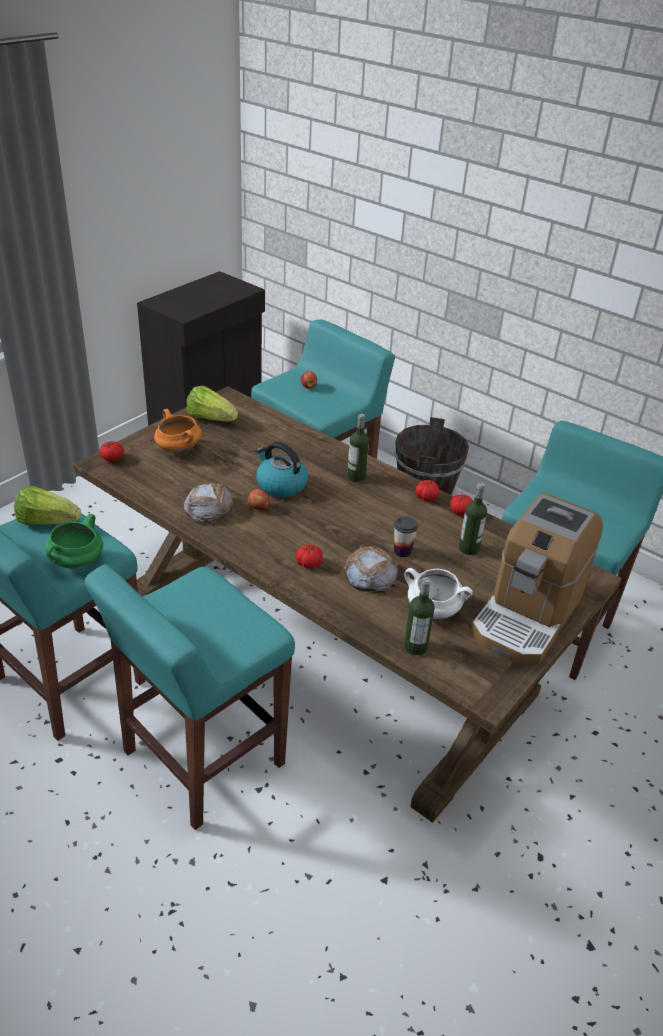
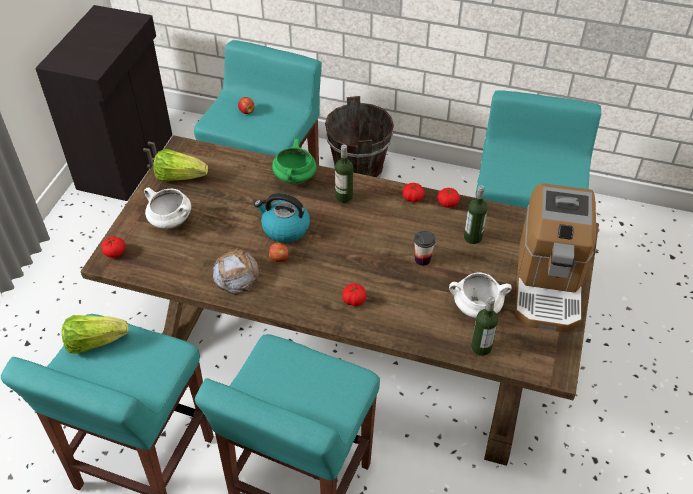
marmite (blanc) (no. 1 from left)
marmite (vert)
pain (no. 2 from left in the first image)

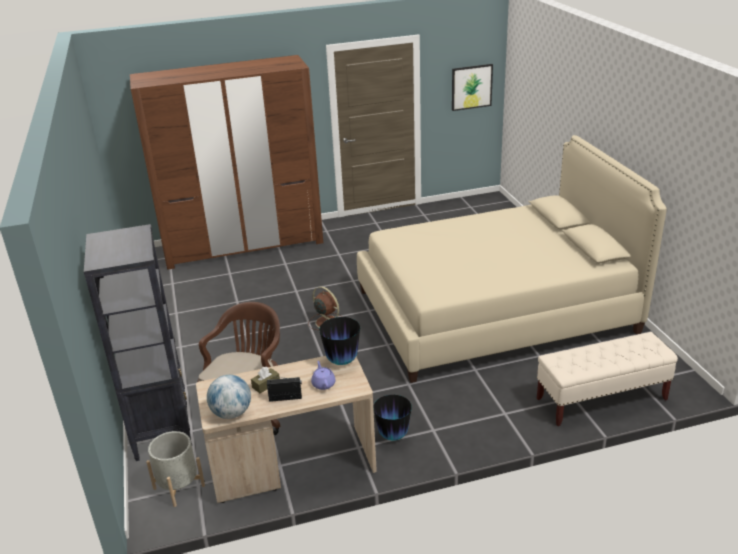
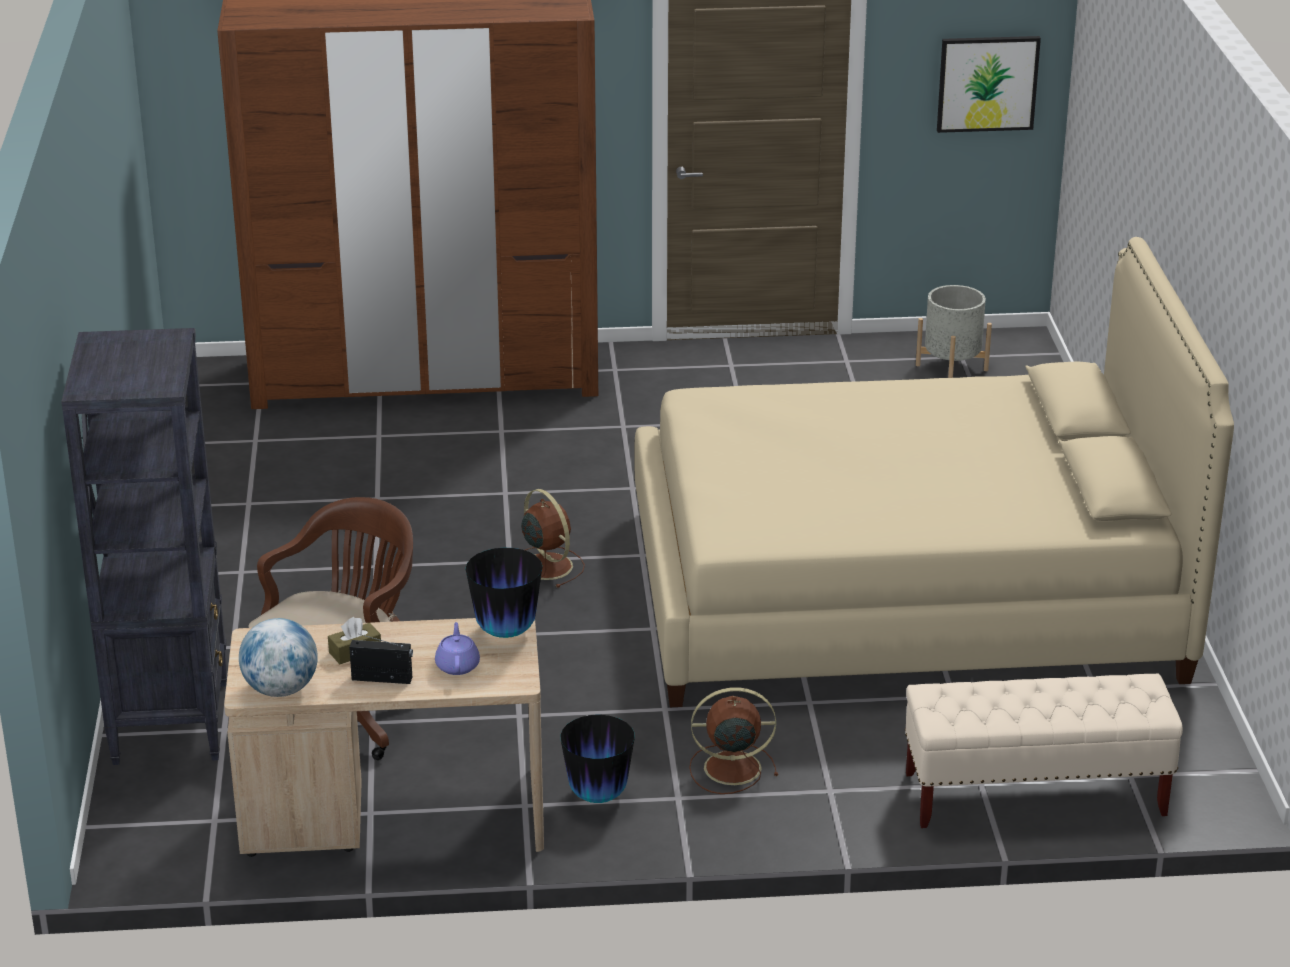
ventilateur (marron) (no. 2 from left)
cache-pot (gris)

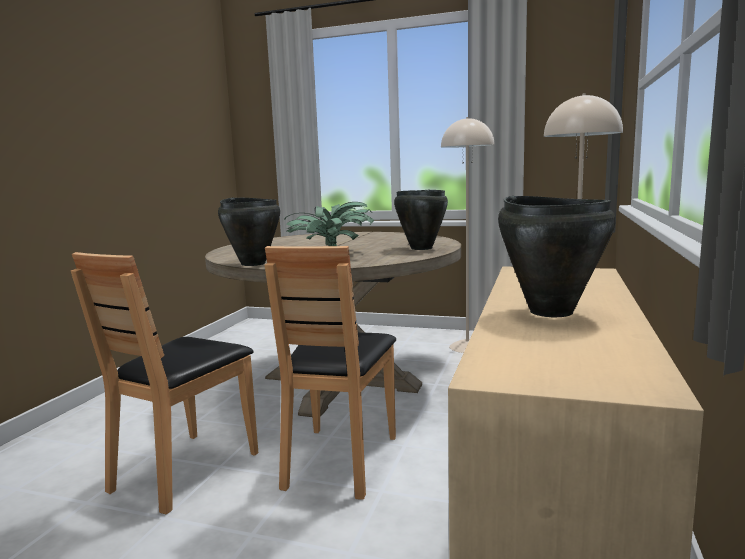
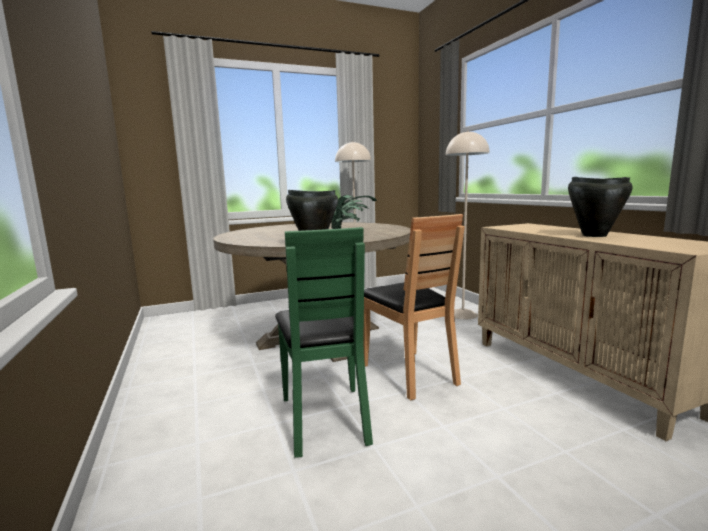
chaise (vert)
marmite (noir) (no. 2 from left in the first image)

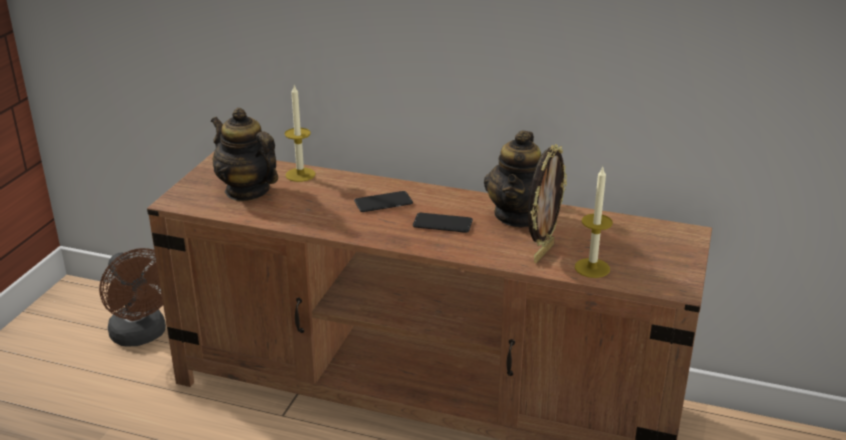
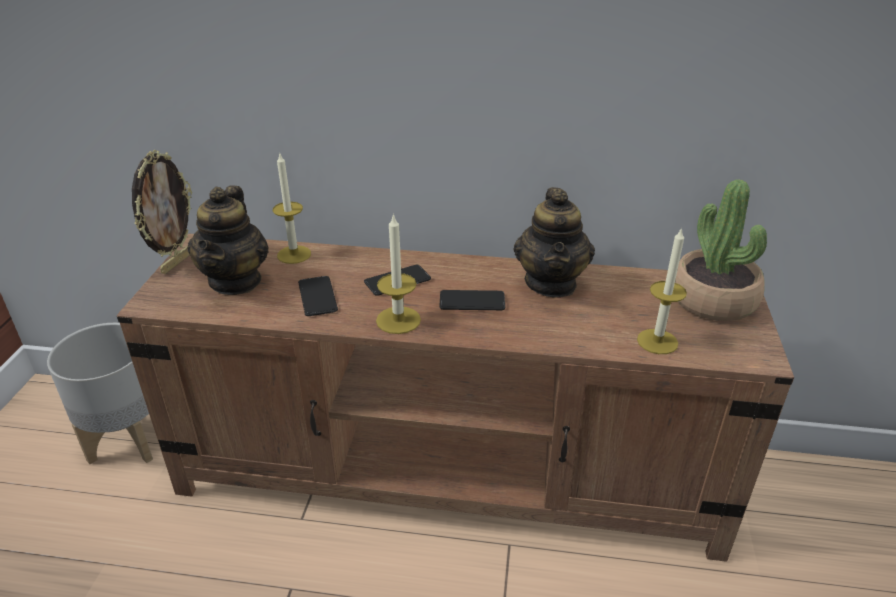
cache-pot (gris)
cadre photo
théière (no. 1 from left)
téléphone (no. 1 from left)
bougie (no. 2 from left)
plante en pot

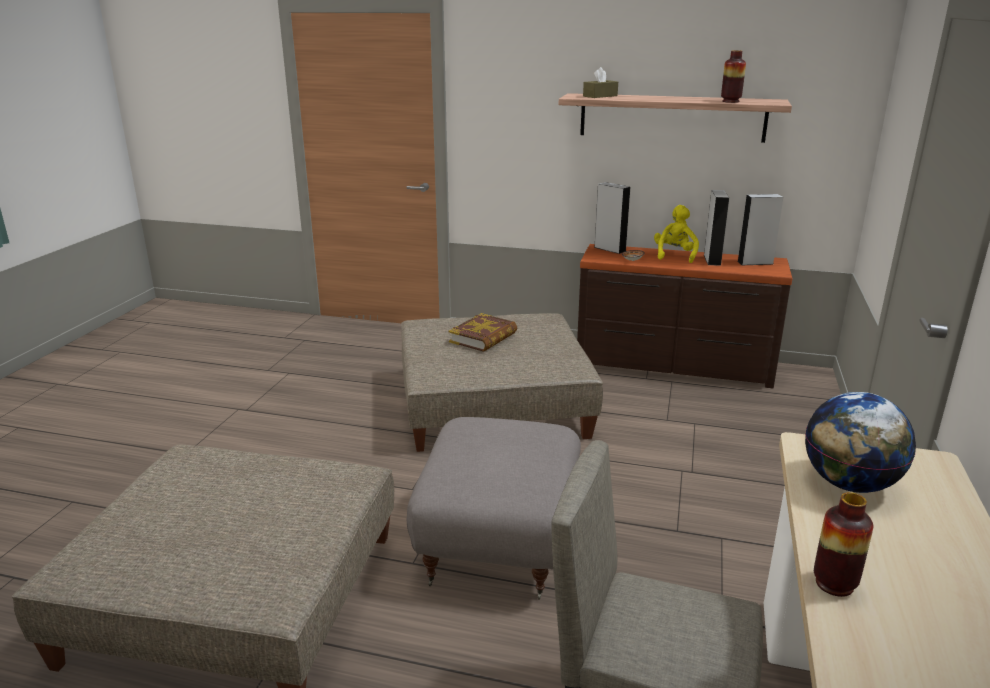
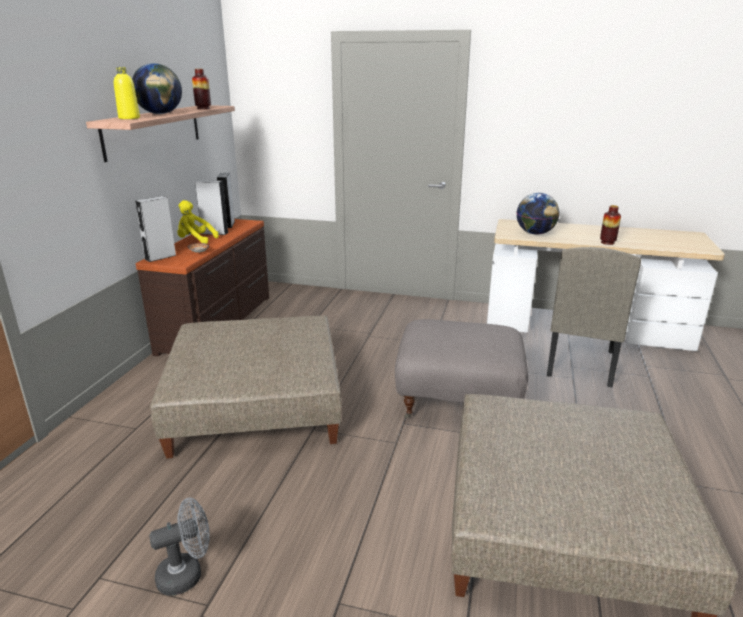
bouteille (jaune)
globe (no. 1 from left)
ventilateur (gris)
livre

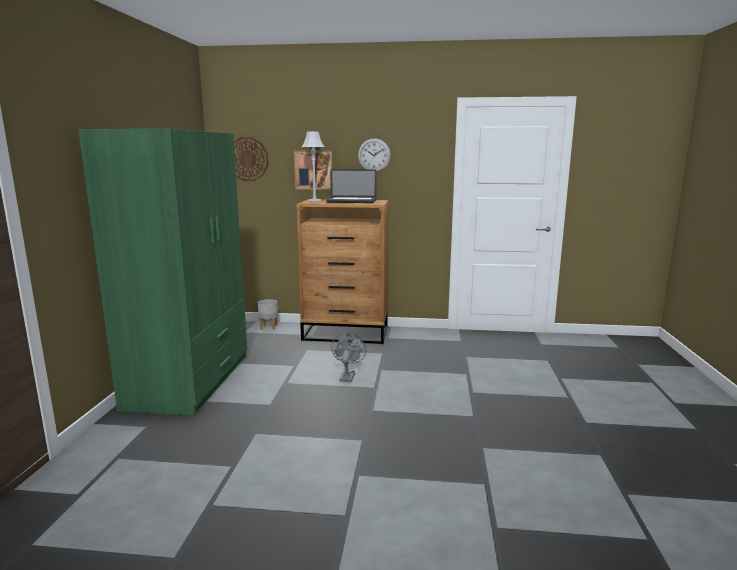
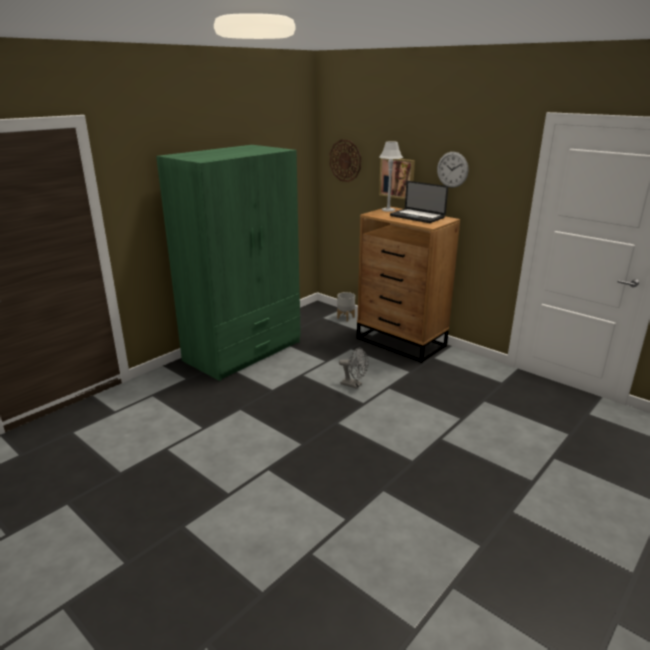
ventilateur (gris)

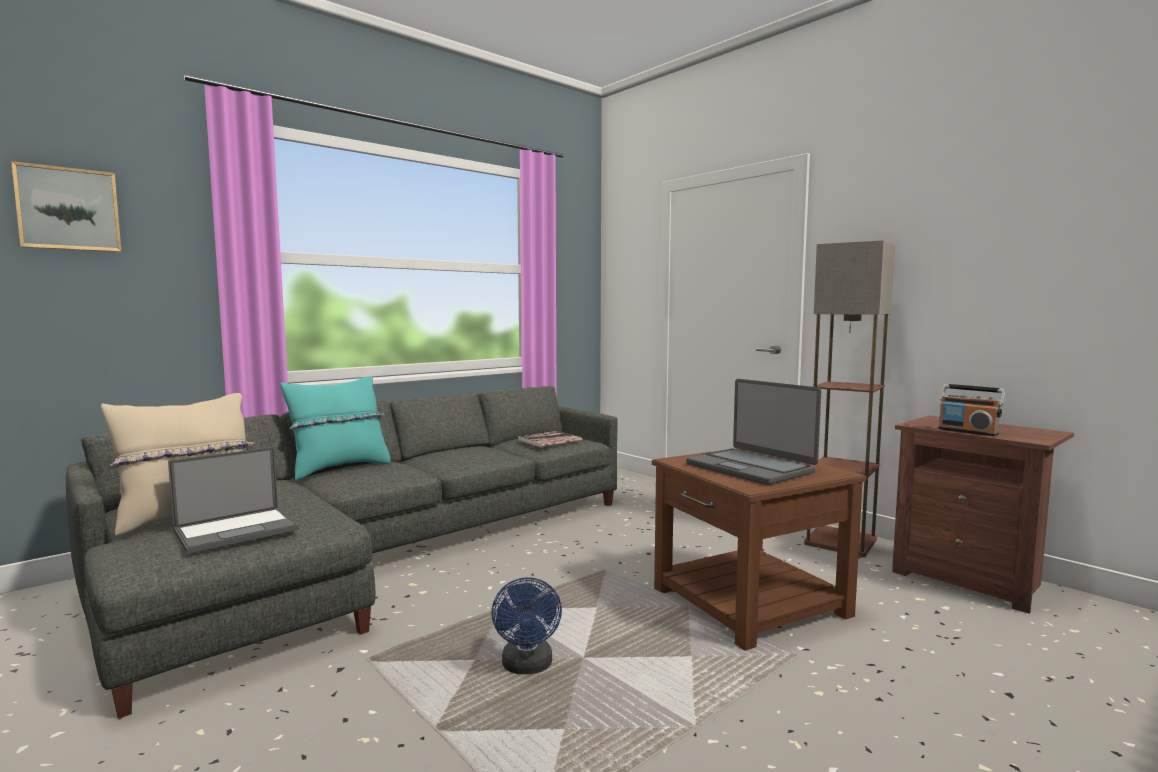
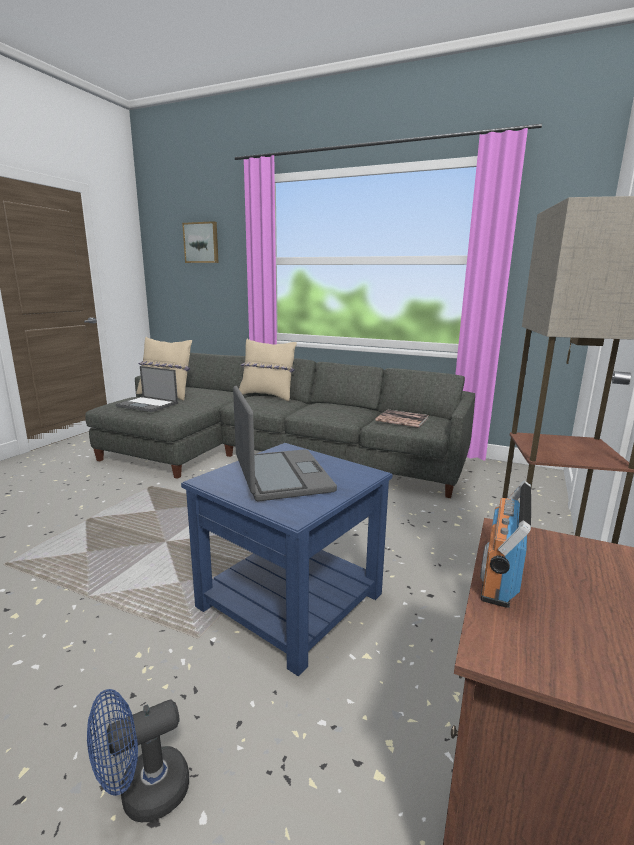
ventilateur (bleu)
table d'appoint (bleu)
ordinateur portable (no. 2 from left)
coussin (beige) (no. 2 from left)

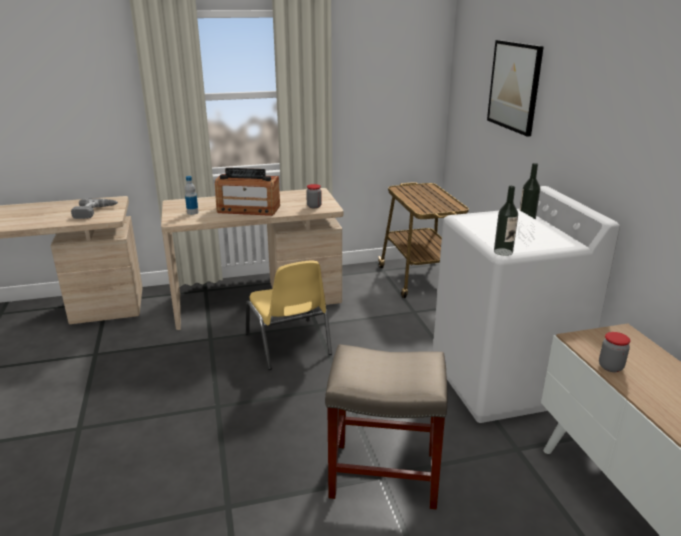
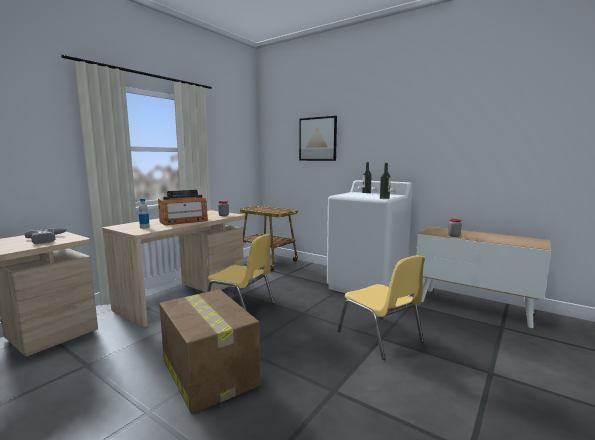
carton
chaise (jaune) (no. 2 from left)

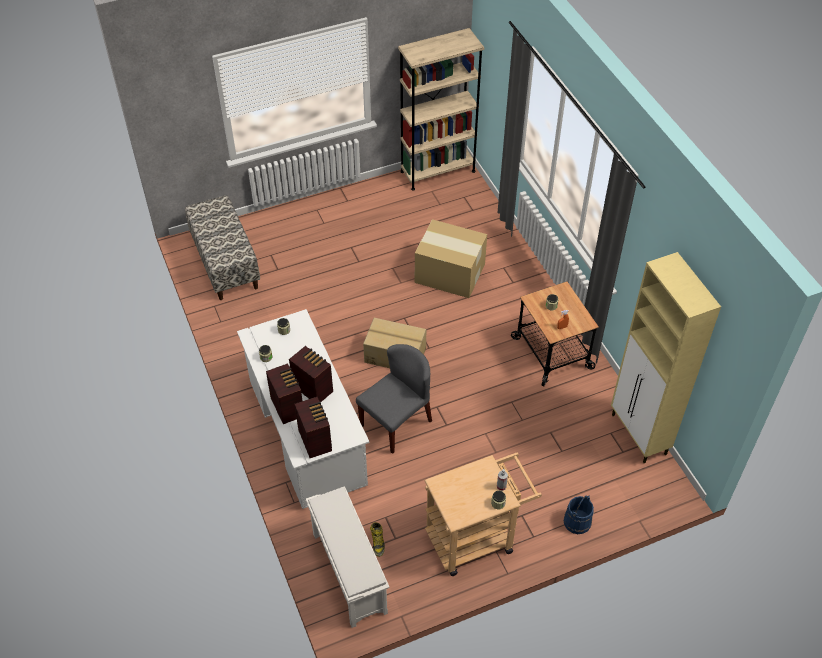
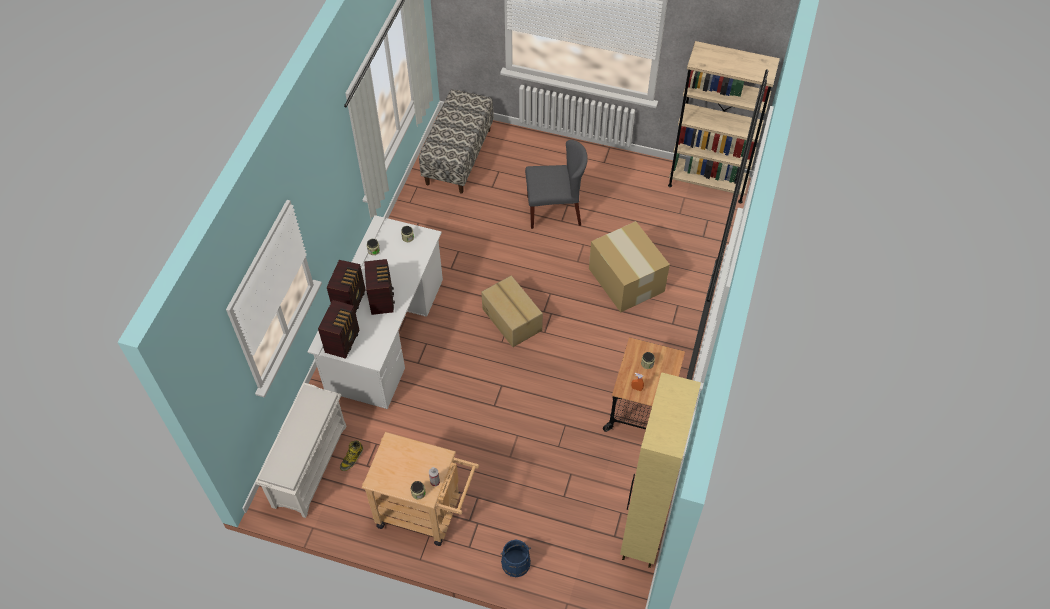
chaise (gris)

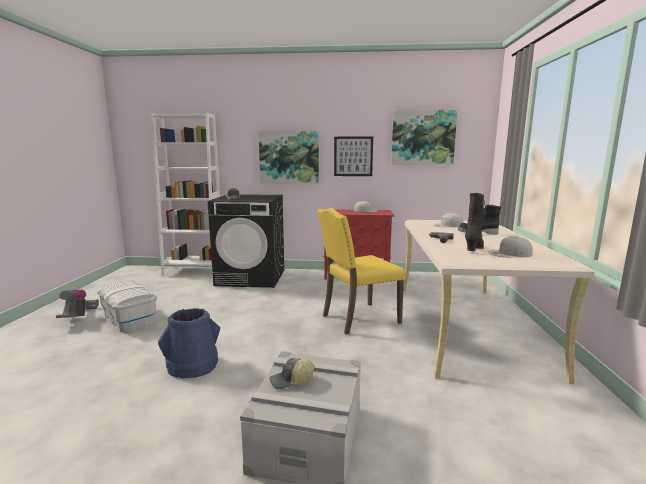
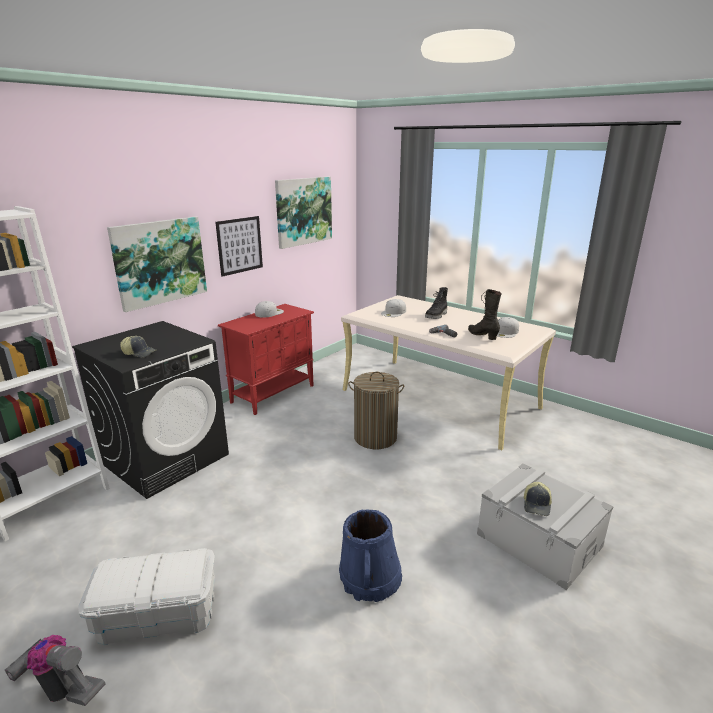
panier à linge

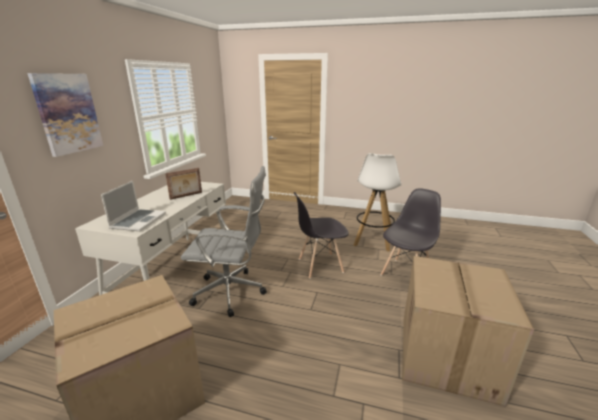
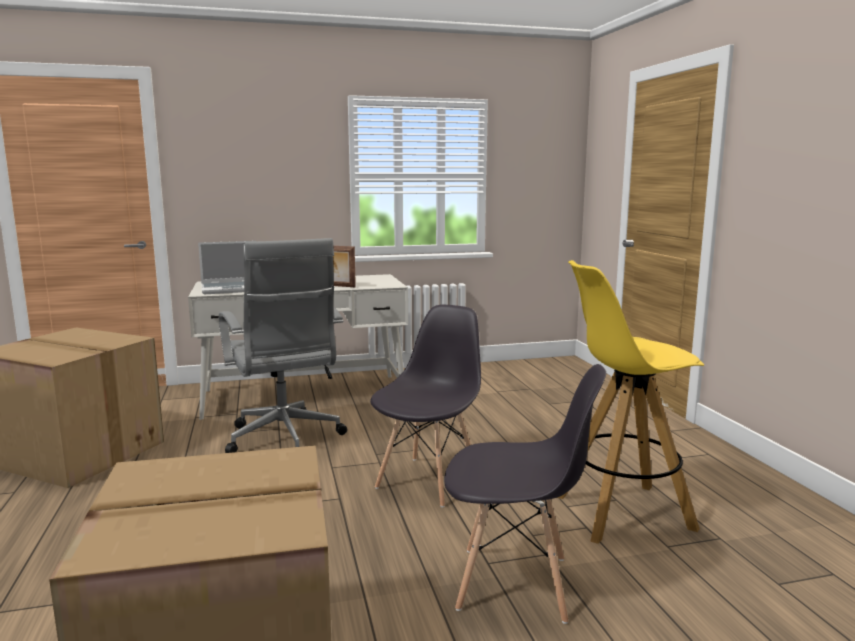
chaise (gris) (no. 1 from left)
tabouret (jaune)
tableau

